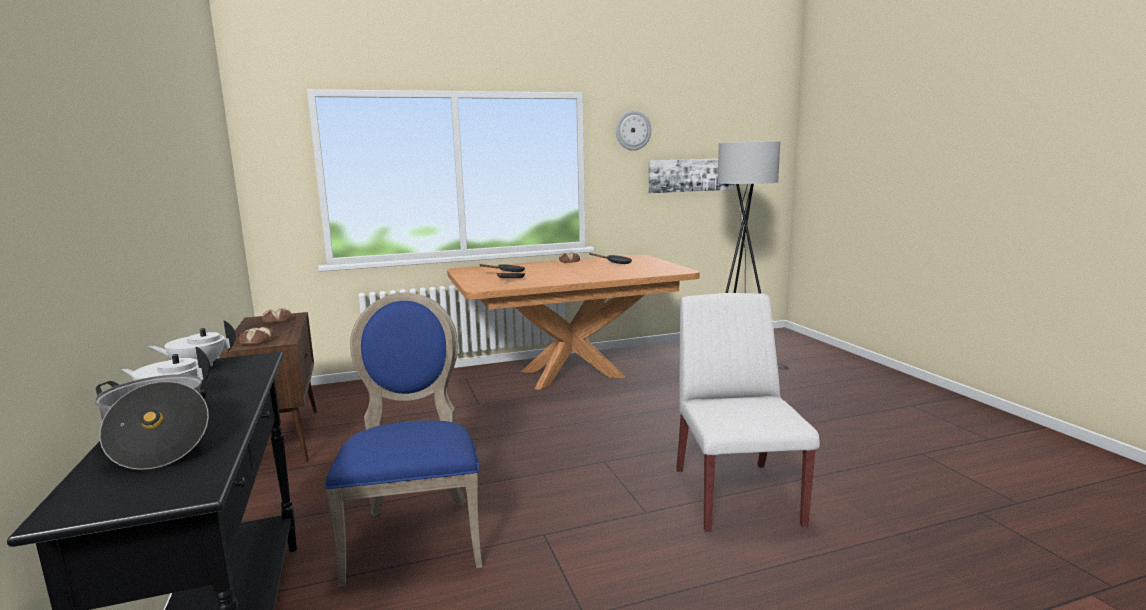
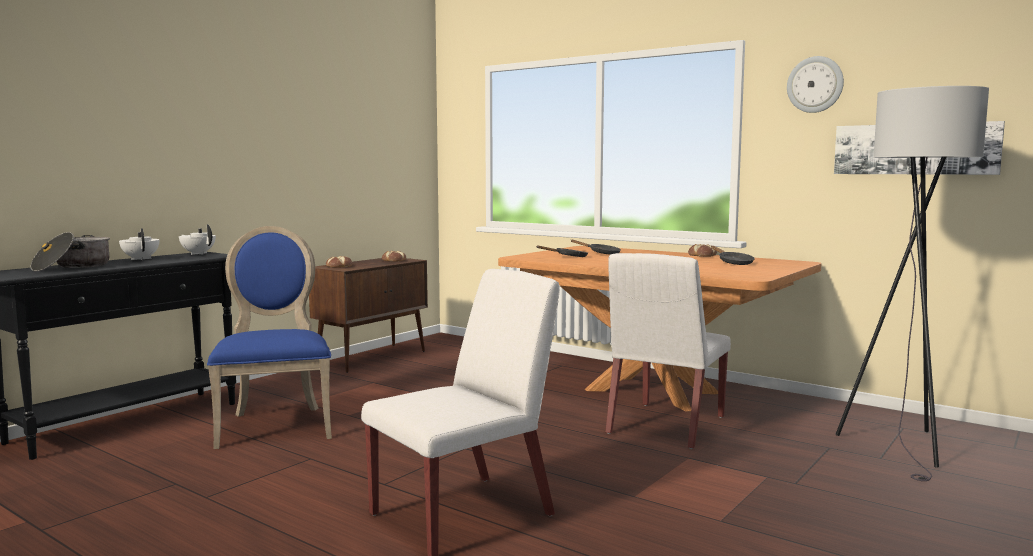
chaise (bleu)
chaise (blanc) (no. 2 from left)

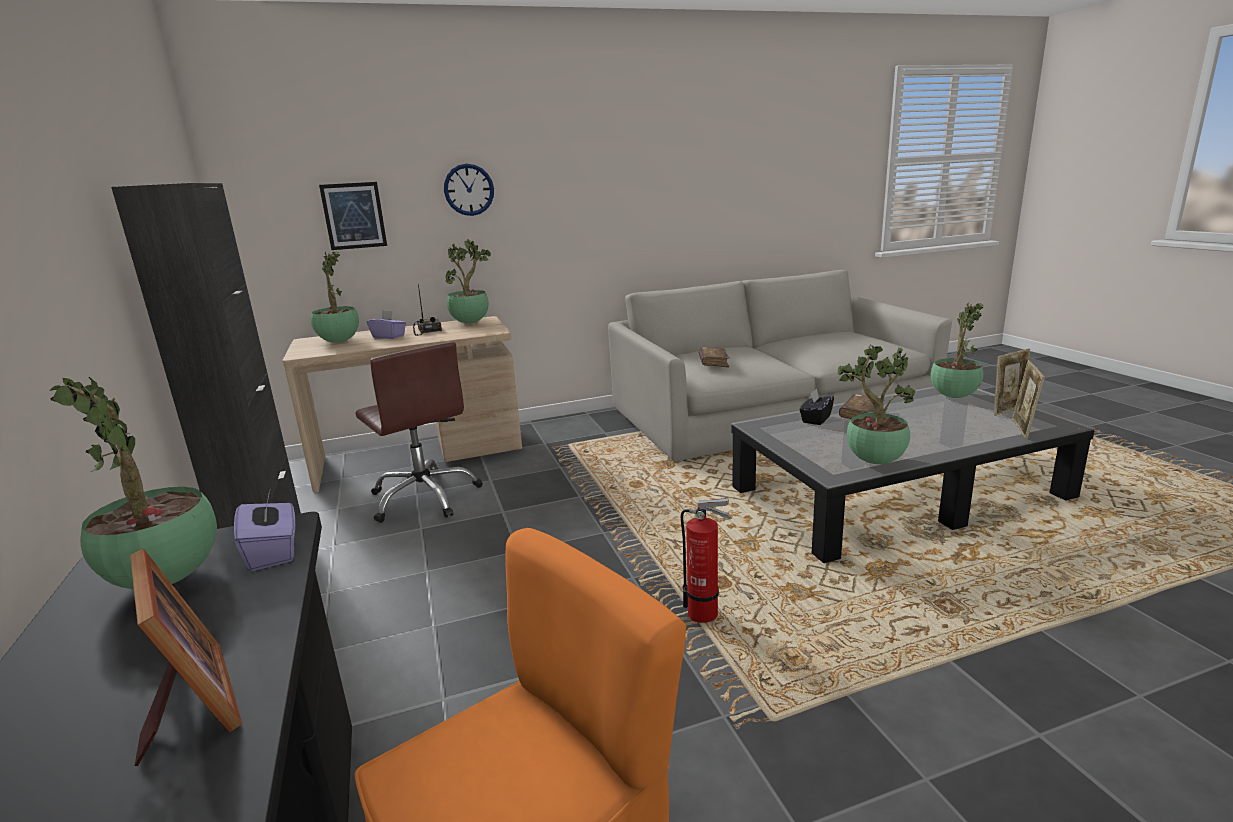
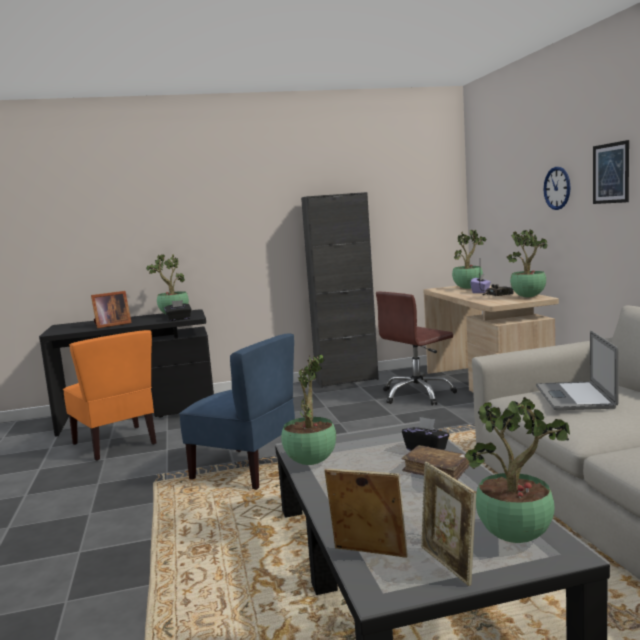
boîte à mouchoirs (noir) (no. 1 from left)
chaise (bleu)
ordinateur portable
tableau

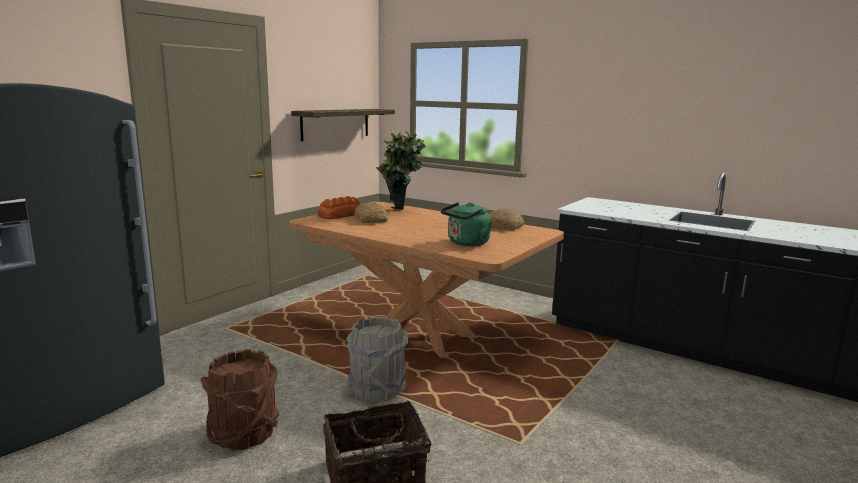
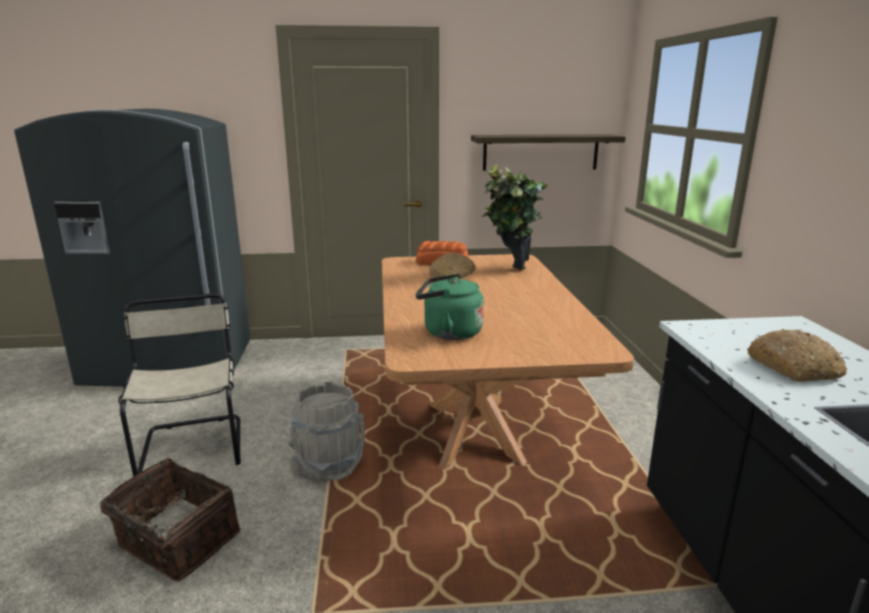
chaise (beige)
pain (no. 3 from left)

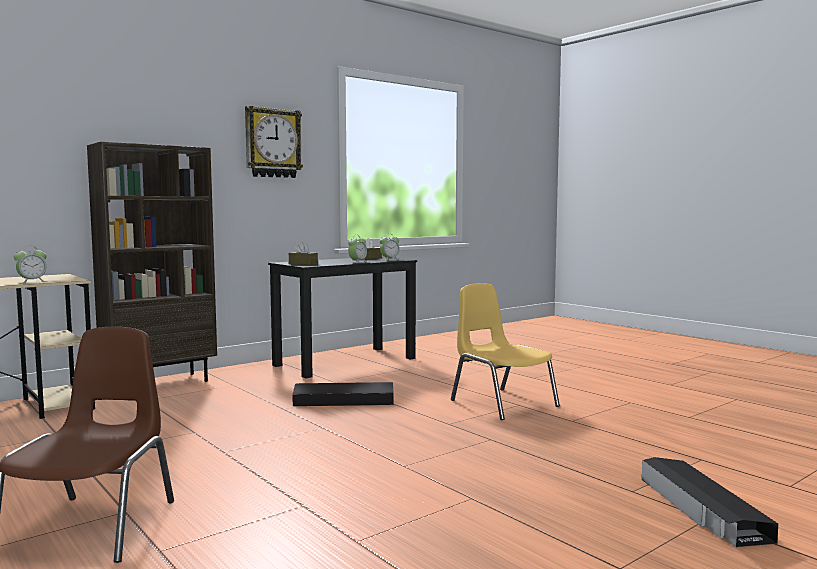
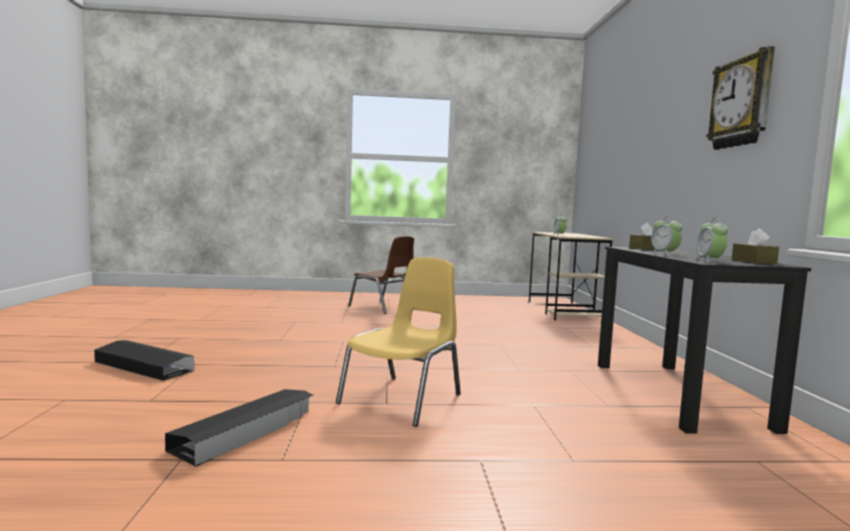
boîte de rangement (noir) (no. 2 from left)
chaise (jaune)
bibliothèque (marron)

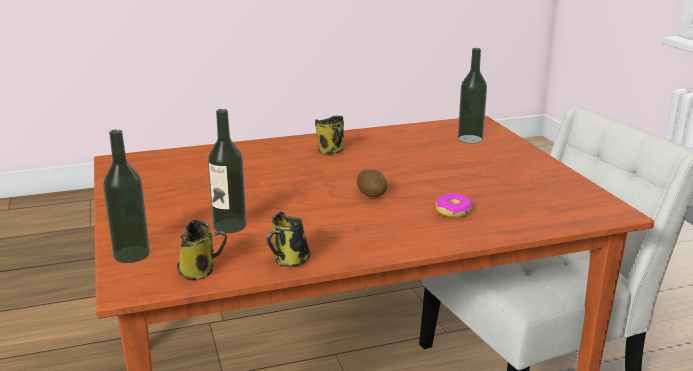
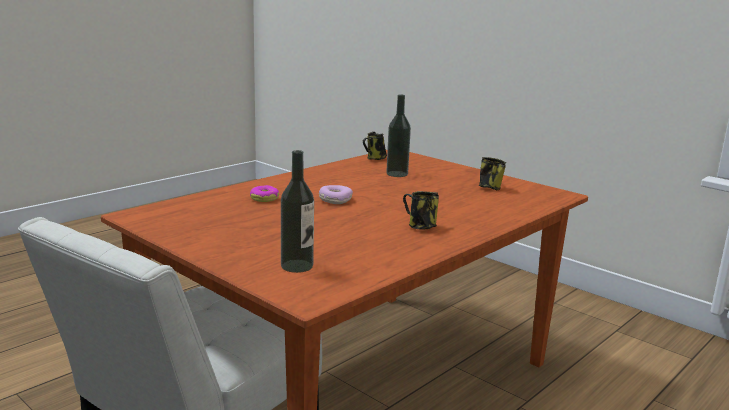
beignet (no. 2 from left)
mug (no. 3 from left)
bouteille (no. 1 from left in the first image)

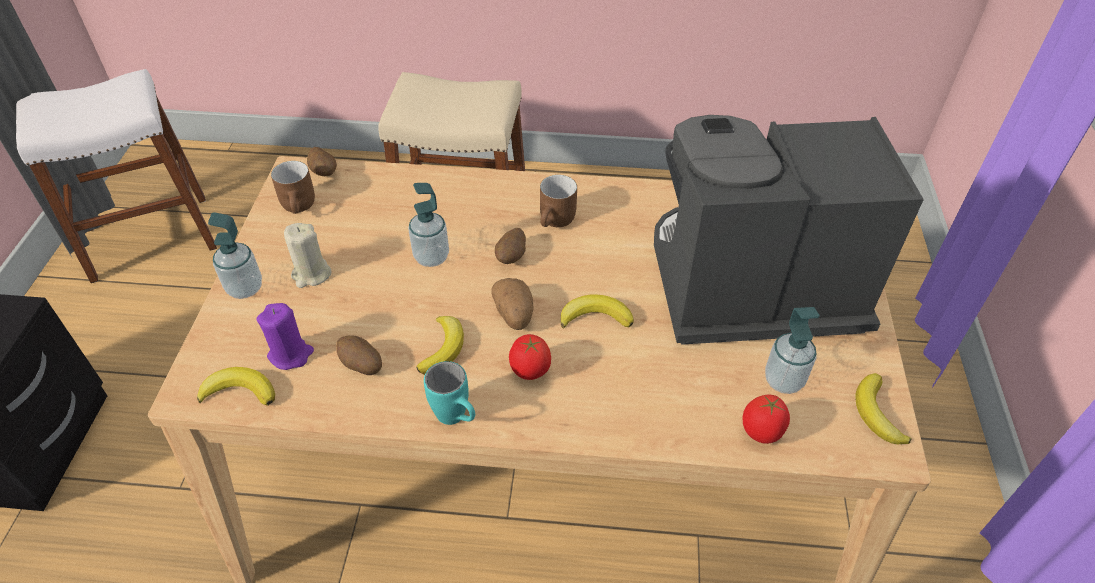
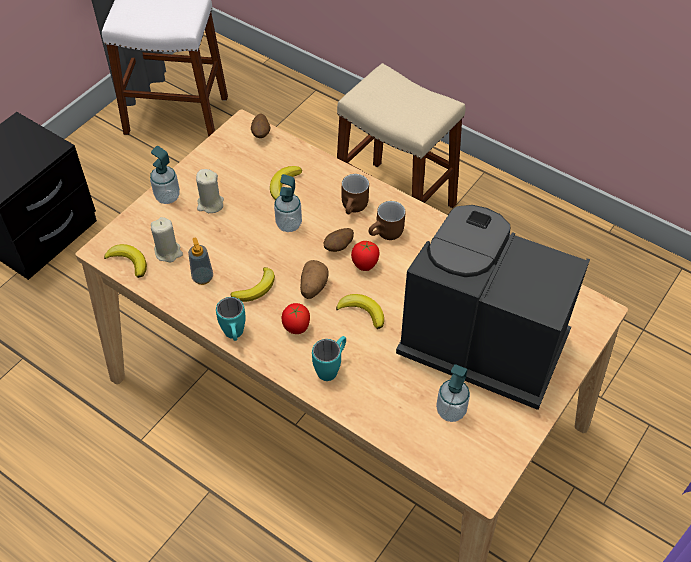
bougie (beige) (no. 1 from left)
distributeur de savon (no. 2 from left)
banane (no. 3 from left)
mug (turquoise) (no. 2 from left)
mug (marron) (no. 1 from left)
tomate (no. 2 from left)

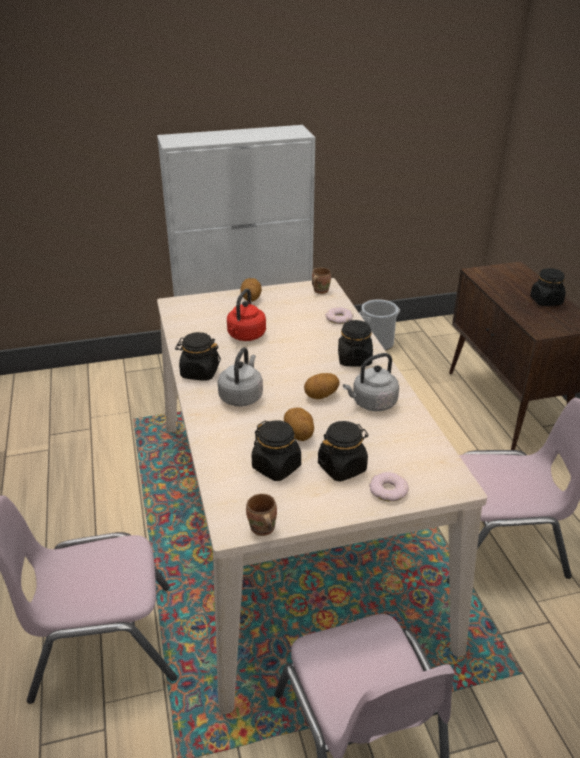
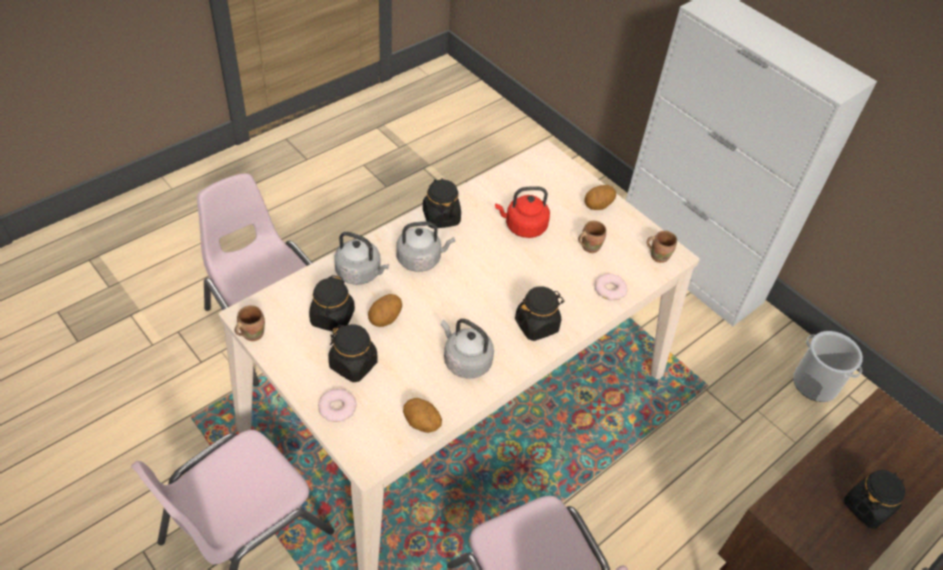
bouilloire (gris) (no. 1 from left)
pomme de terre (no. 2 from left)
mug (marron) (no. 2 from left)

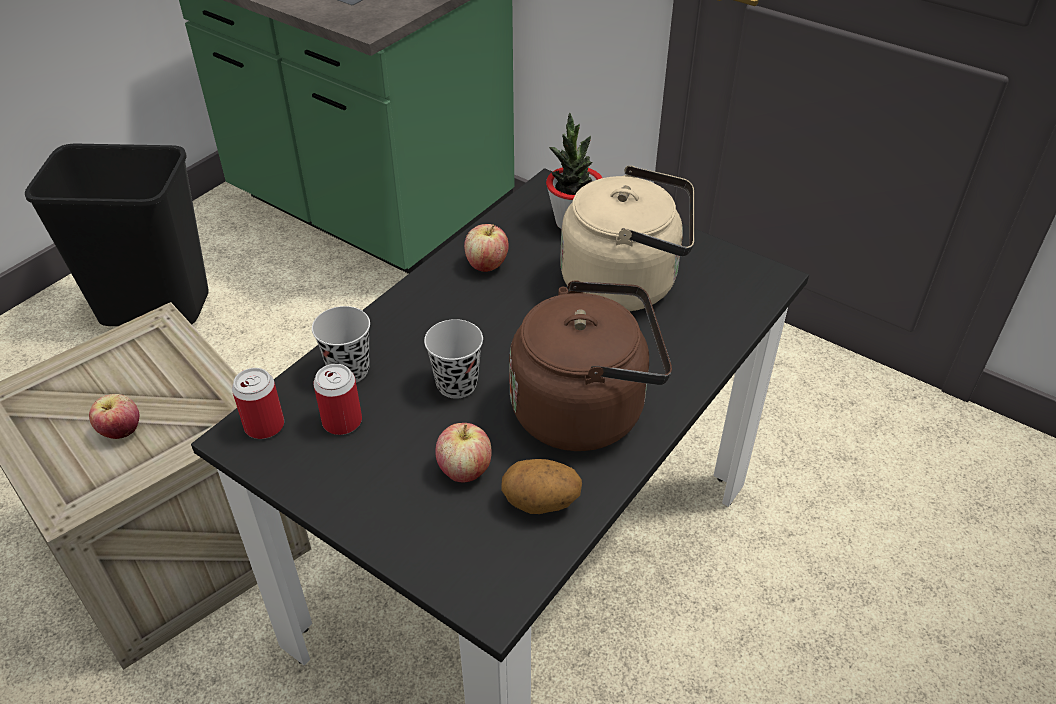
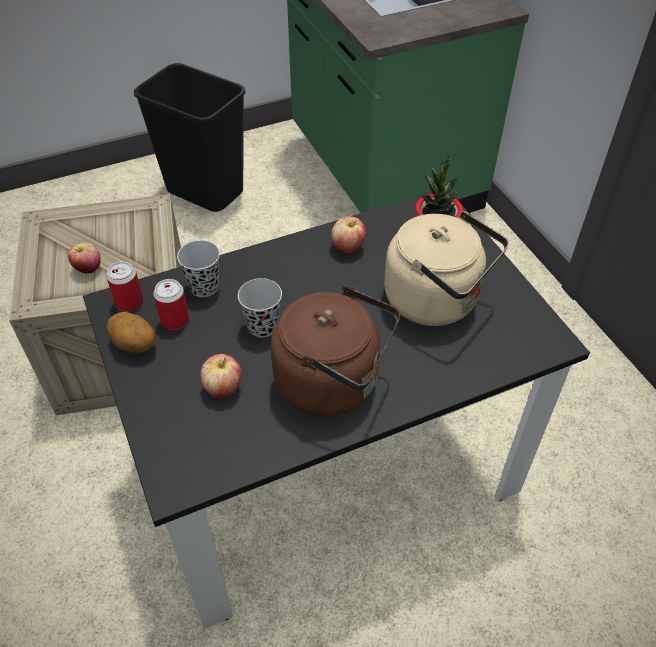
pomme de terre

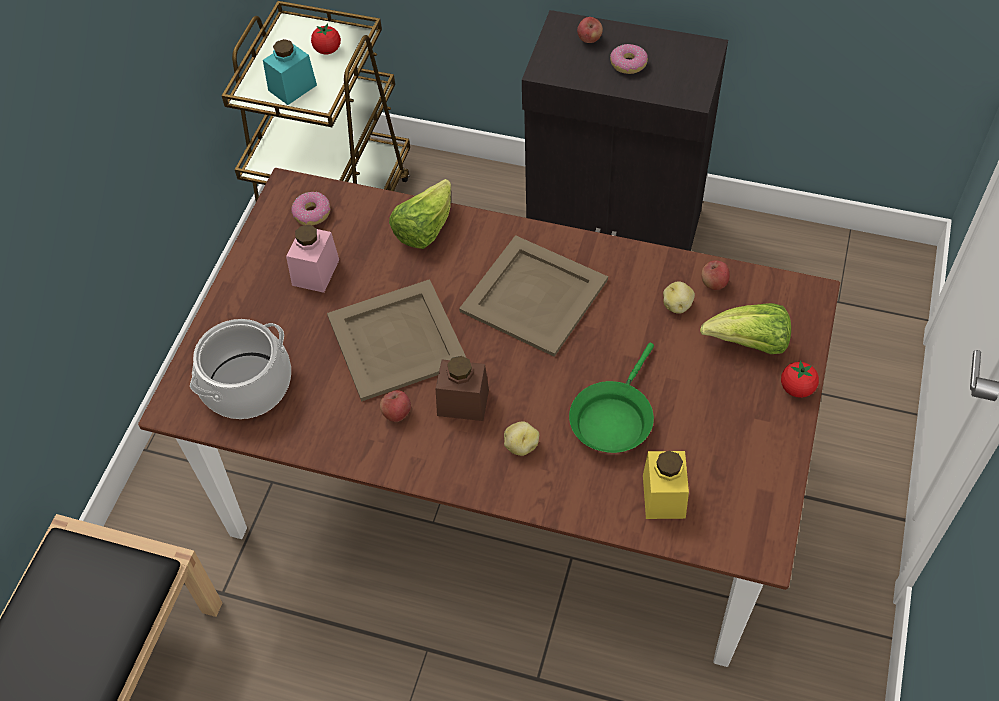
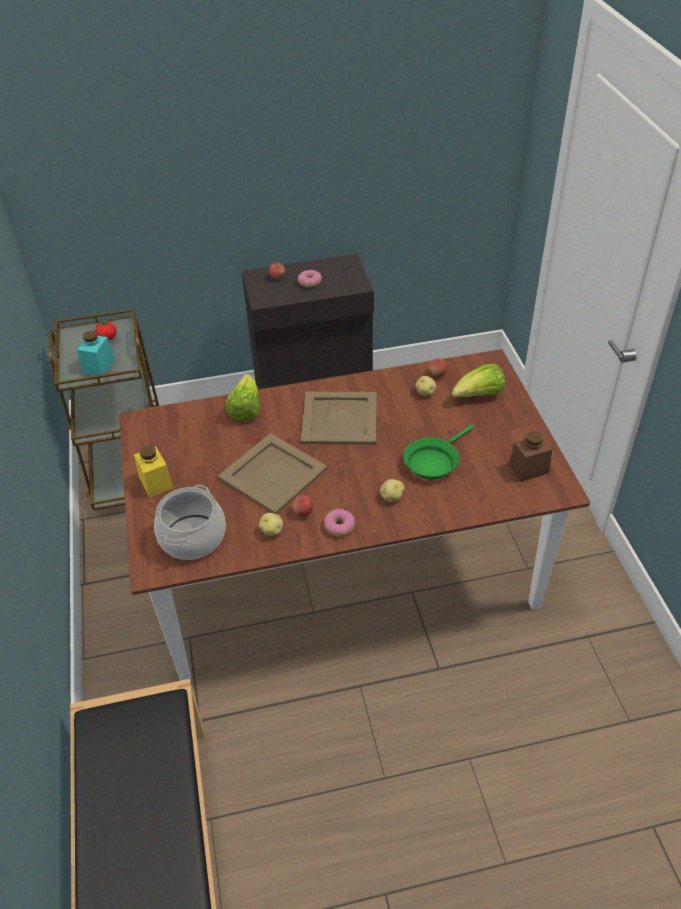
bocal (jaune)
pomme de terre (no. 1 from left)
beignet (no. 2 from left)
poêle (vert)
bocal (marron)
bocal (rose)
tomate (no. 2 from left in the first image)

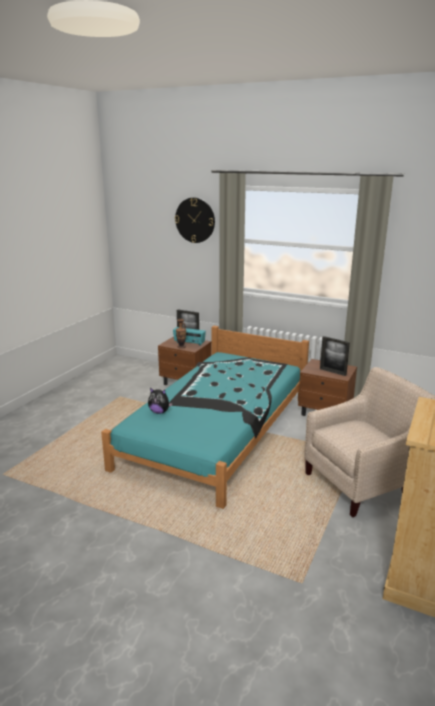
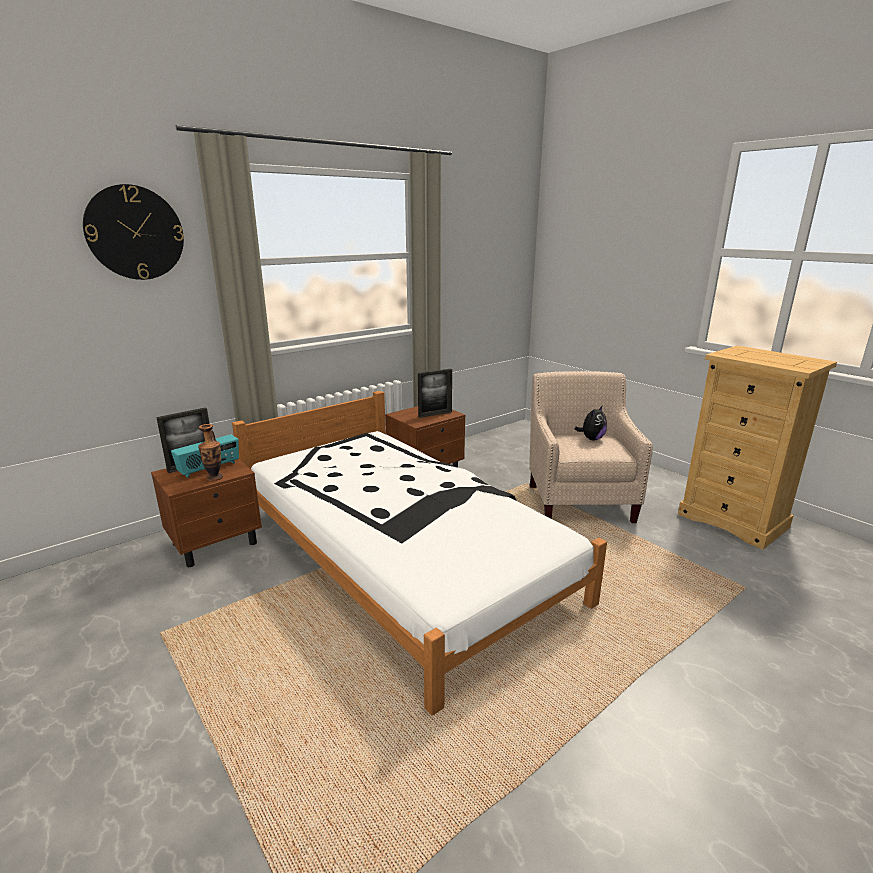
lit (blanc)
peluche

